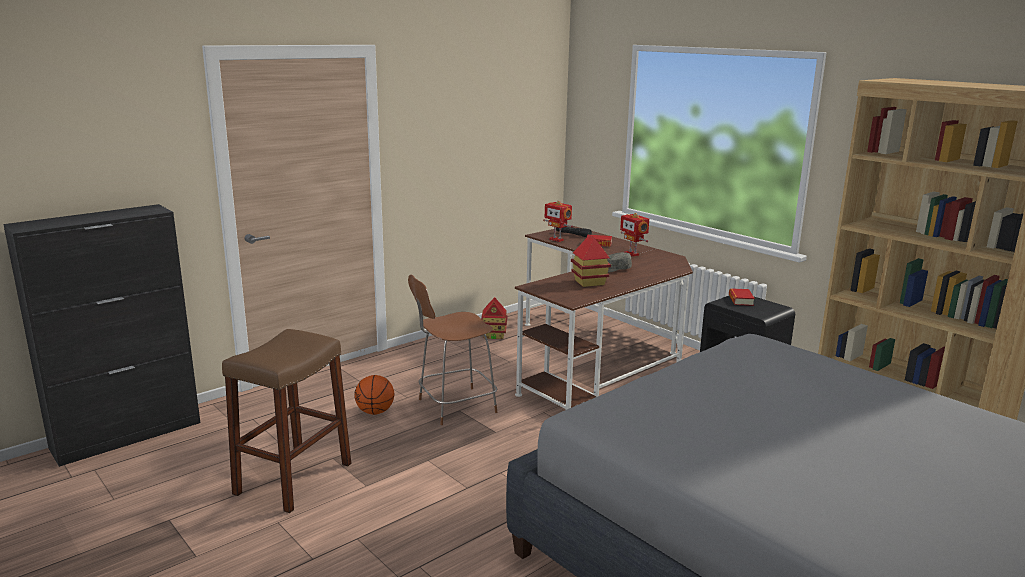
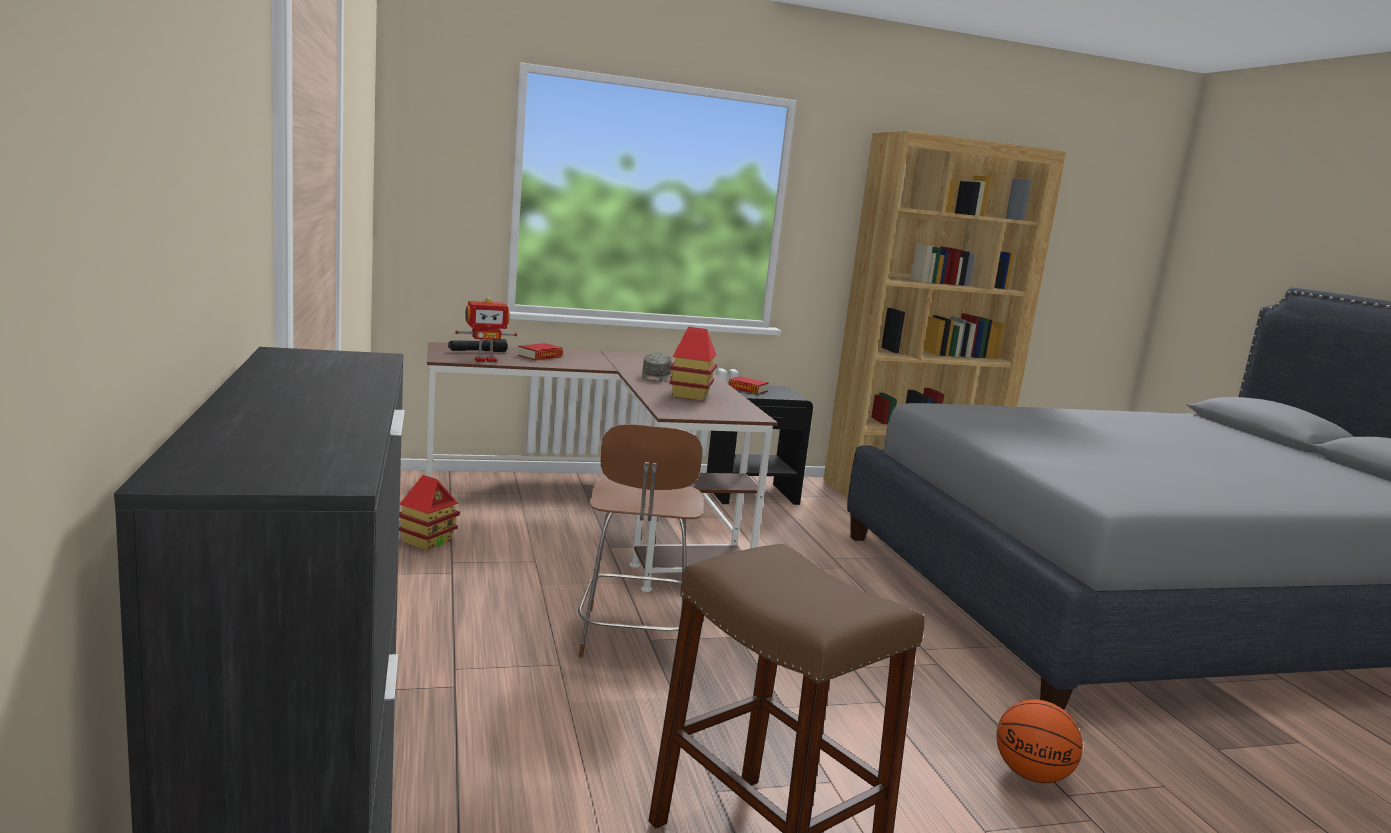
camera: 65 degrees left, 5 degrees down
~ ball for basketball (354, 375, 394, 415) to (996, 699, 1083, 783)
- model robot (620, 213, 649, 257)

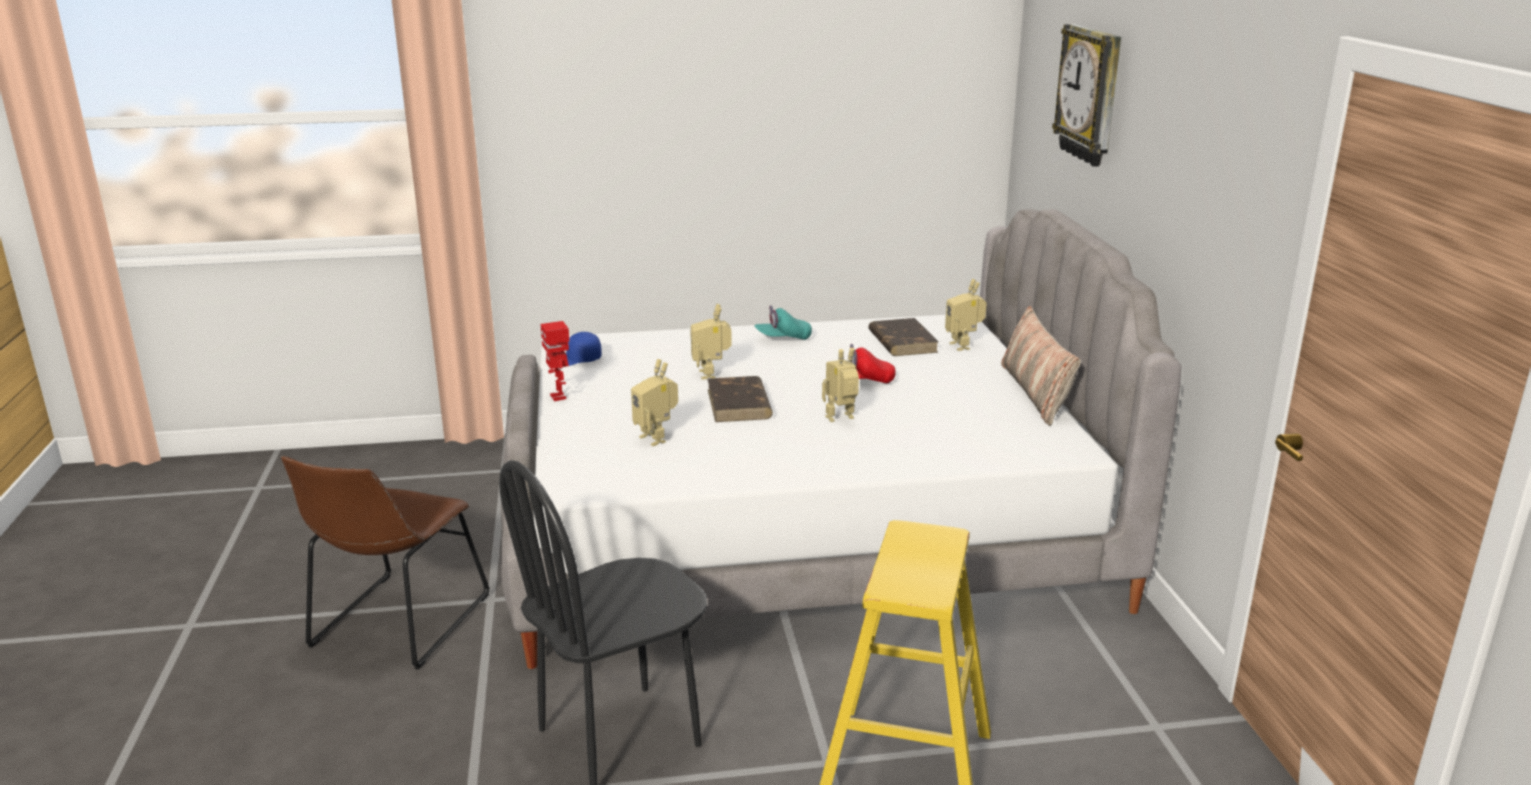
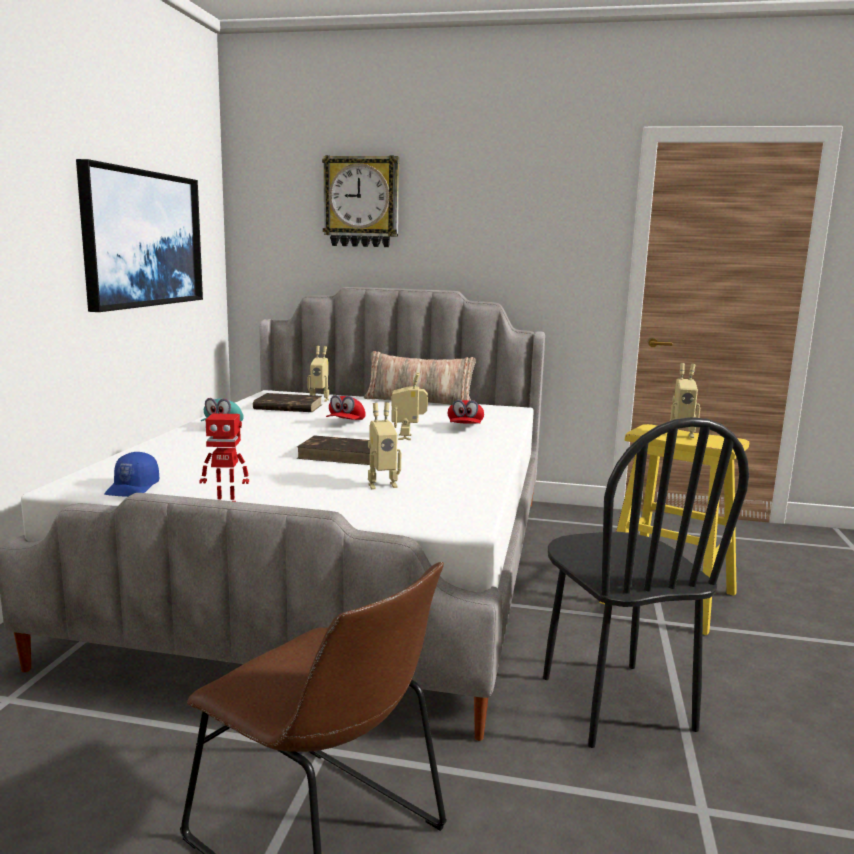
camera: 70 degrees left, 10 degrees down
+ wall picture (76, 159, 203, 312)
+ red baseball cap (448, 400, 484, 424)
~ model robot (691, 304, 731, 379) to (670, 363, 700, 438)

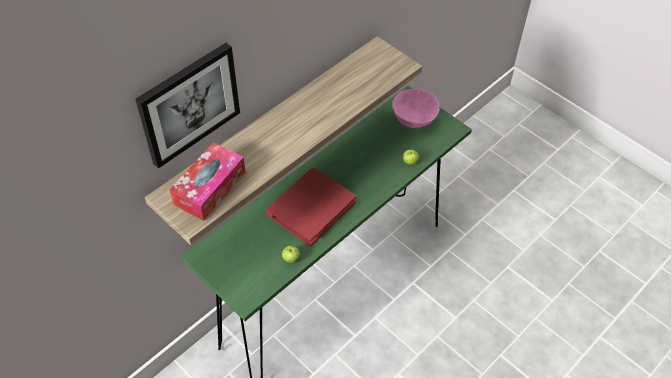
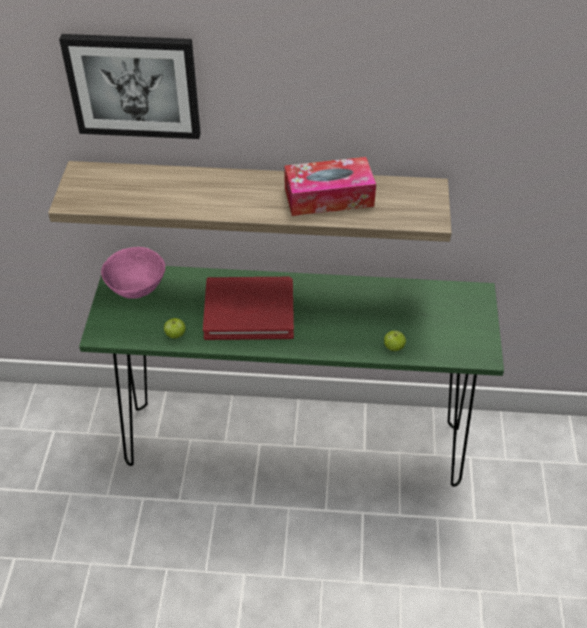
camera: 50 degrees right, 5 degrees down
~ pinkish bowl (392, 89, 440, 128) to (101, 247, 165, 299)
~ tissue holder (170, 142, 245, 221) to (284, 157, 376, 216)

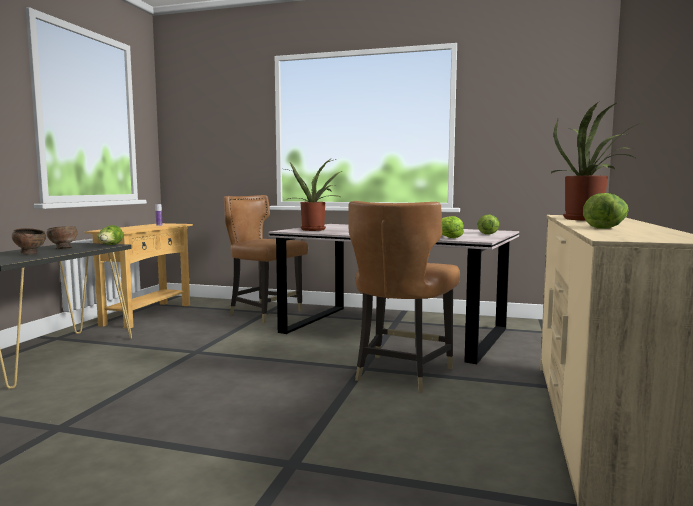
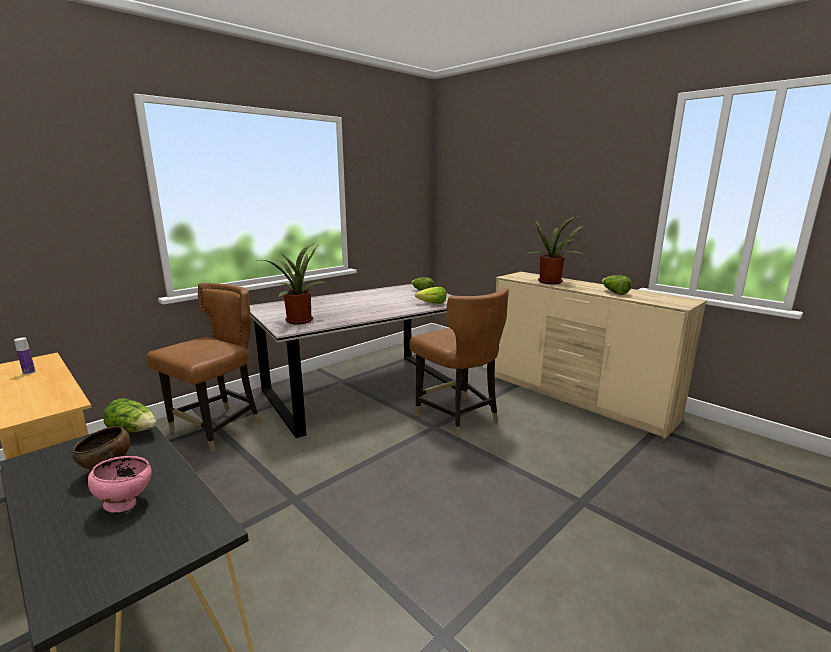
camera: 60 degrees left, 10 degrees up
~ brown bowl (12, 228, 46, 255) to pinkish bowl (88, 456, 152, 513)
~ brown upright chair (224, 195, 308, 323) = (146, 283, 261, 452) 150 degrees clockwise

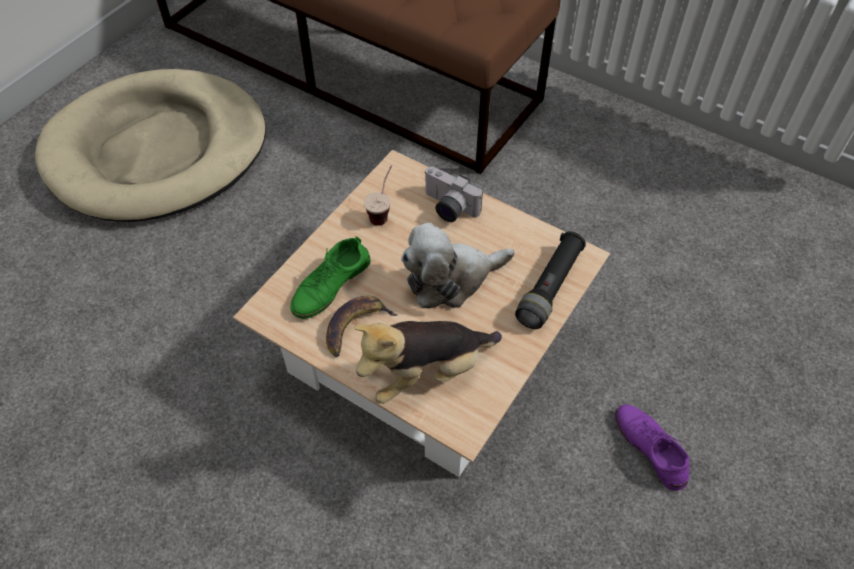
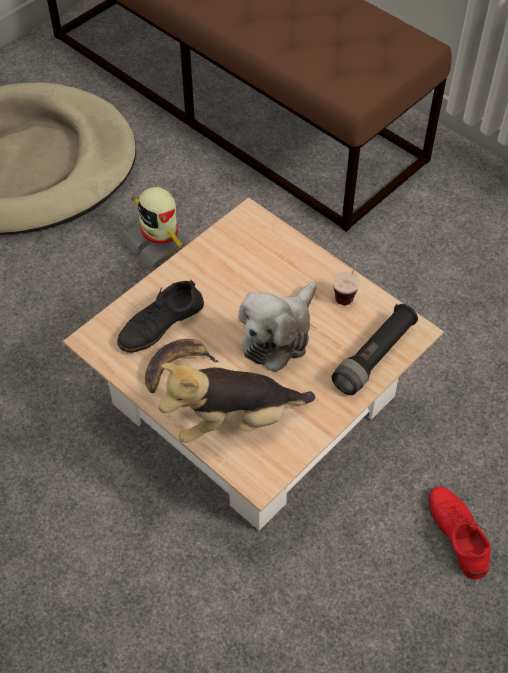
camera: 10 degrees right, 0 degrees up
~ greenish shoe (290, 236, 371, 319) to blackish shoe (117, 279, 204, 353)
+ model robot (122, 187, 191, 272)
~ cuddly toy (401, 223, 515, 308) = (238, 281, 317, 372) 45 degrees counterclockwise
~ cup (364, 166, 392, 226) to (333, 247, 366, 305)
~ purple shoe (615, 404, 689, 491) to red shoe (428, 487, 491, 579)
- photo camera (424, 166, 483, 222)

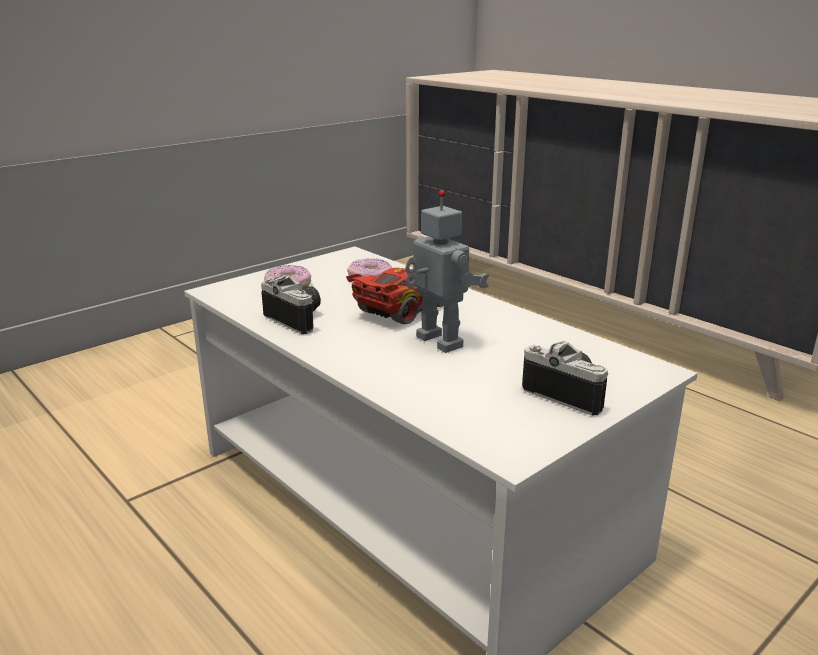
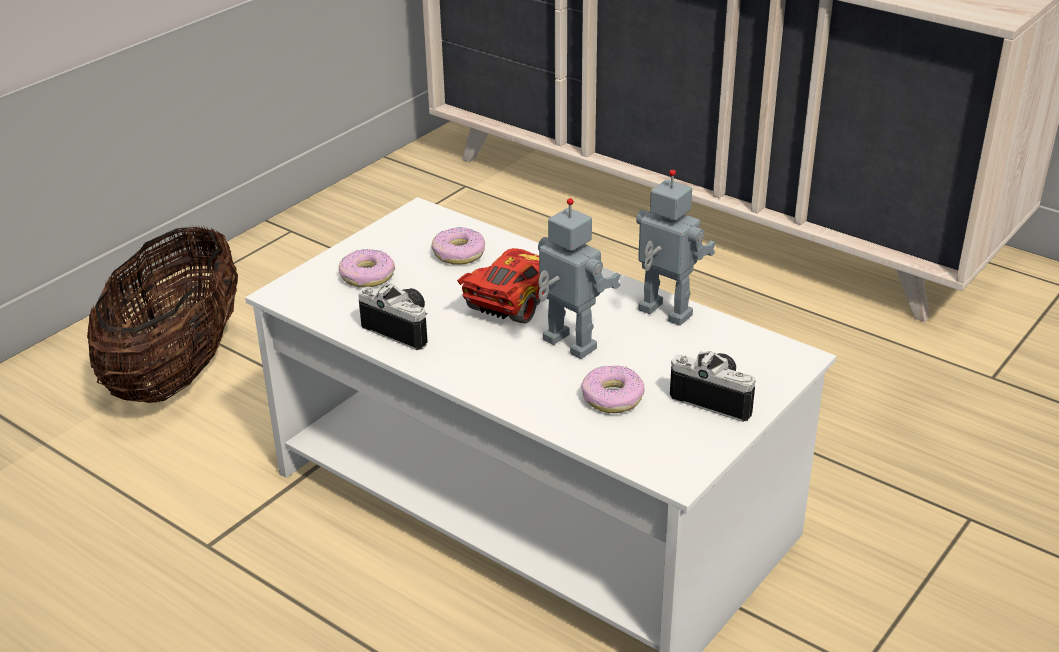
camera: 10 degrees left, 10 degrees up
+ basket (87, 225, 238, 403)
+ ring doughnut (581, 365, 645, 413)
+ model robot (636, 169, 716, 326)

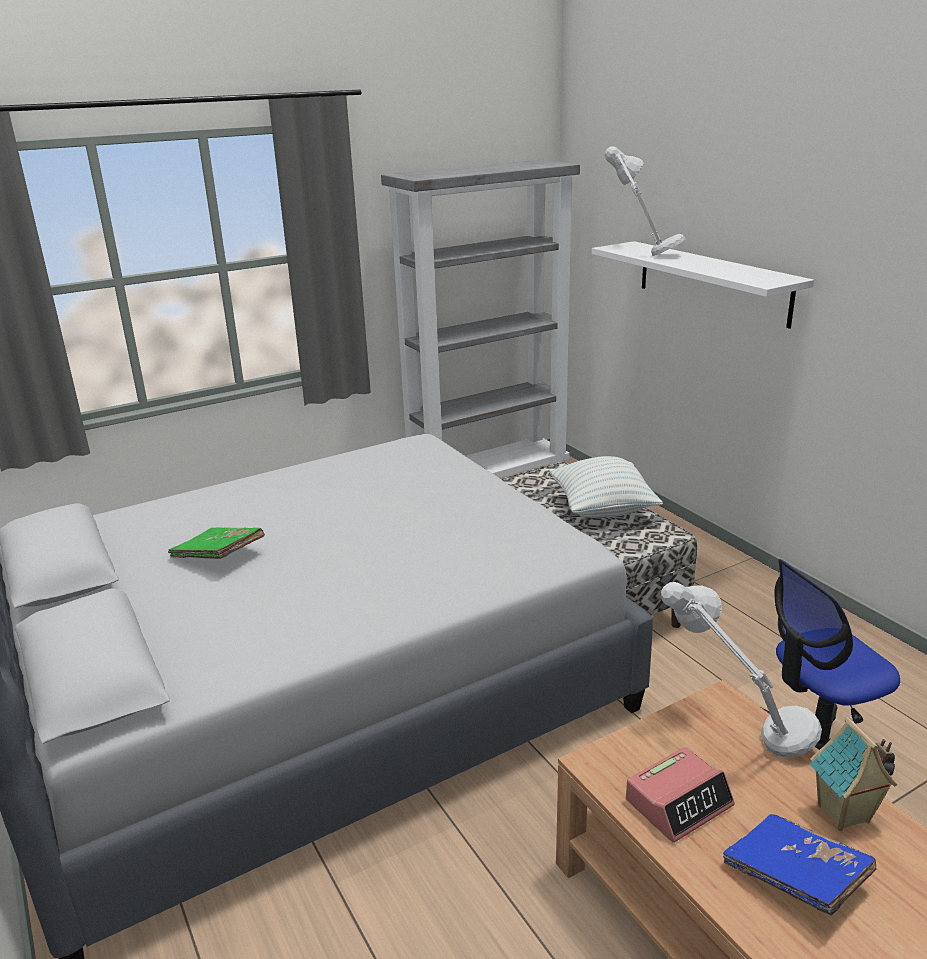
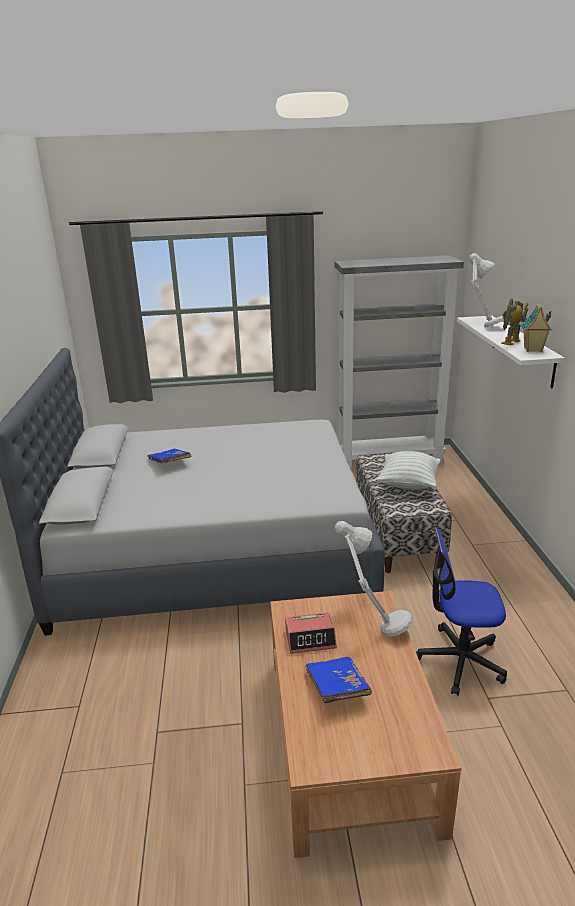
camera: 25 degrees right, 0 degrees up
~ greenish book (168, 528, 265, 559) to blue book (147, 449, 191, 464)
+ model robot (501, 298, 529, 345)
~ model house (810, 717, 897, 831) to (521, 303, 552, 352)

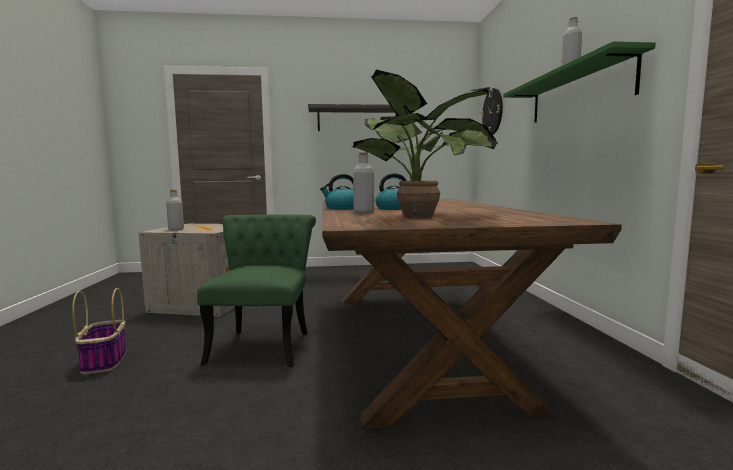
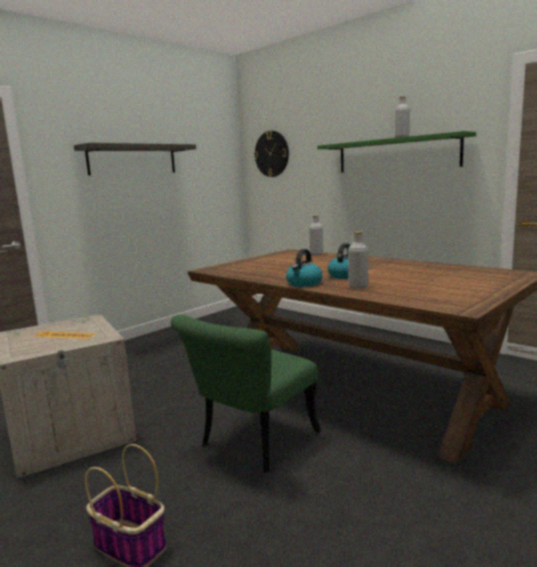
camera: 40 degrees left, 5 degrees up
~ greenish upright chair (197, 214, 316, 367) = (171, 315, 321, 472) 105 degrees counterclockwise
~ gray bottle (166, 190, 184, 231) to (309, 215, 323, 255)
- plant in a pot (351, 69, 498, 219)

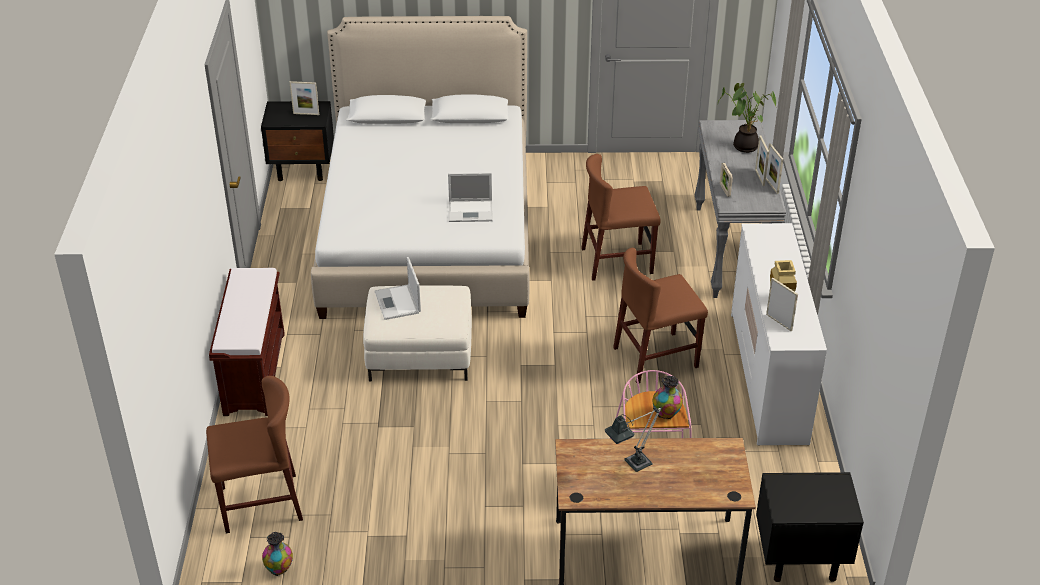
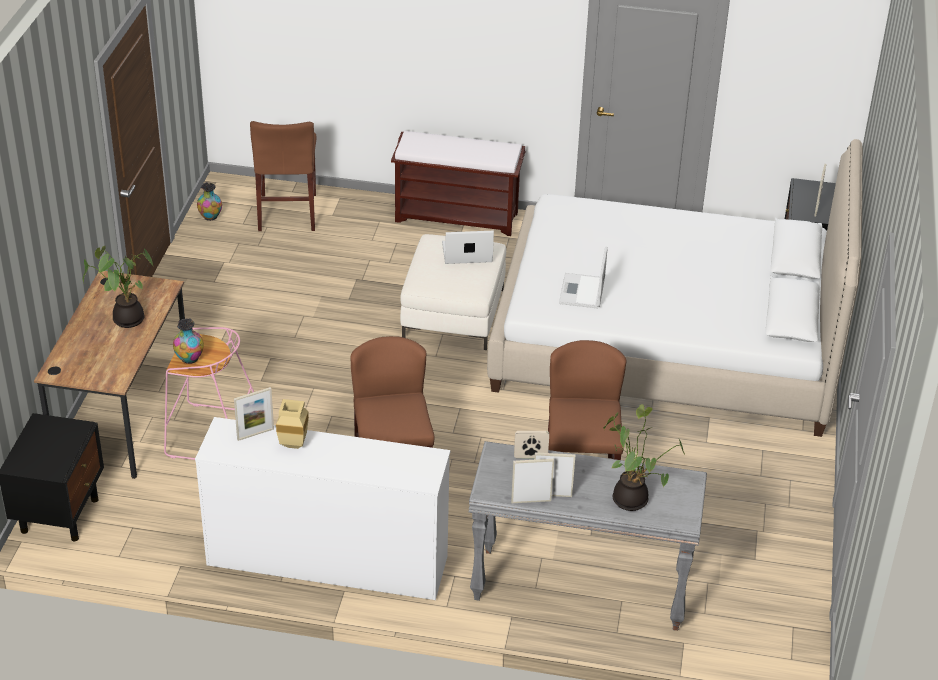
camera: 100 degrees right, 0 degrees up
~ lamp for a table (605, 407, 662, 472) to plant in a pot (83, 246, 154, 328)

